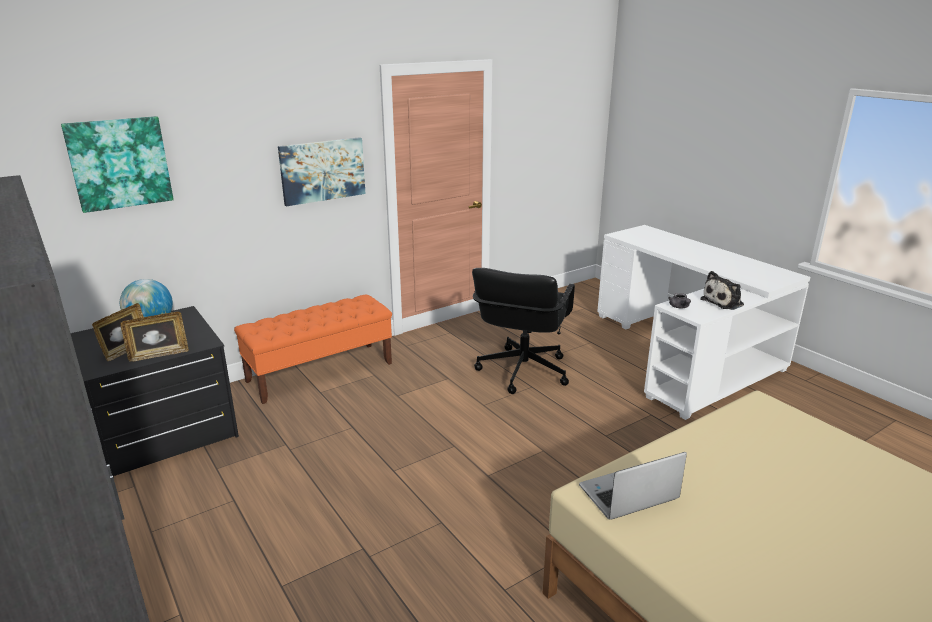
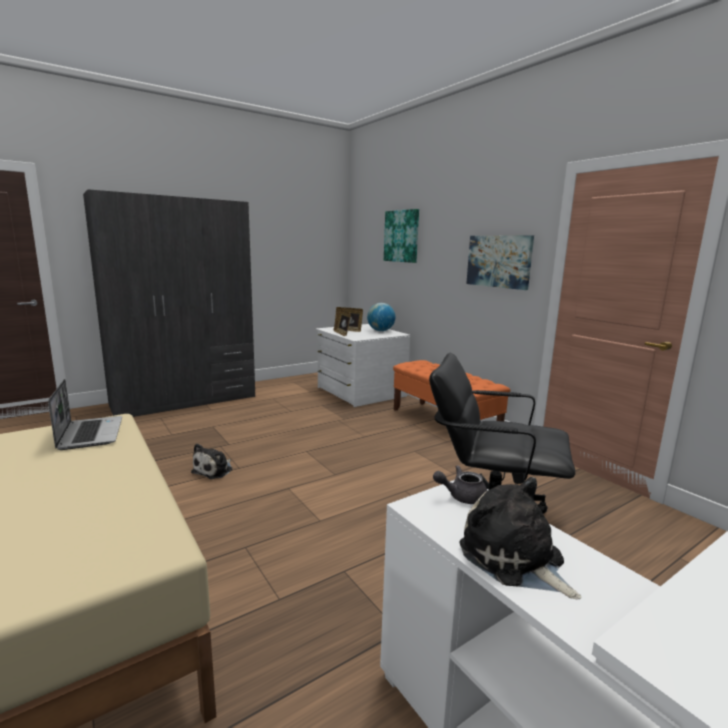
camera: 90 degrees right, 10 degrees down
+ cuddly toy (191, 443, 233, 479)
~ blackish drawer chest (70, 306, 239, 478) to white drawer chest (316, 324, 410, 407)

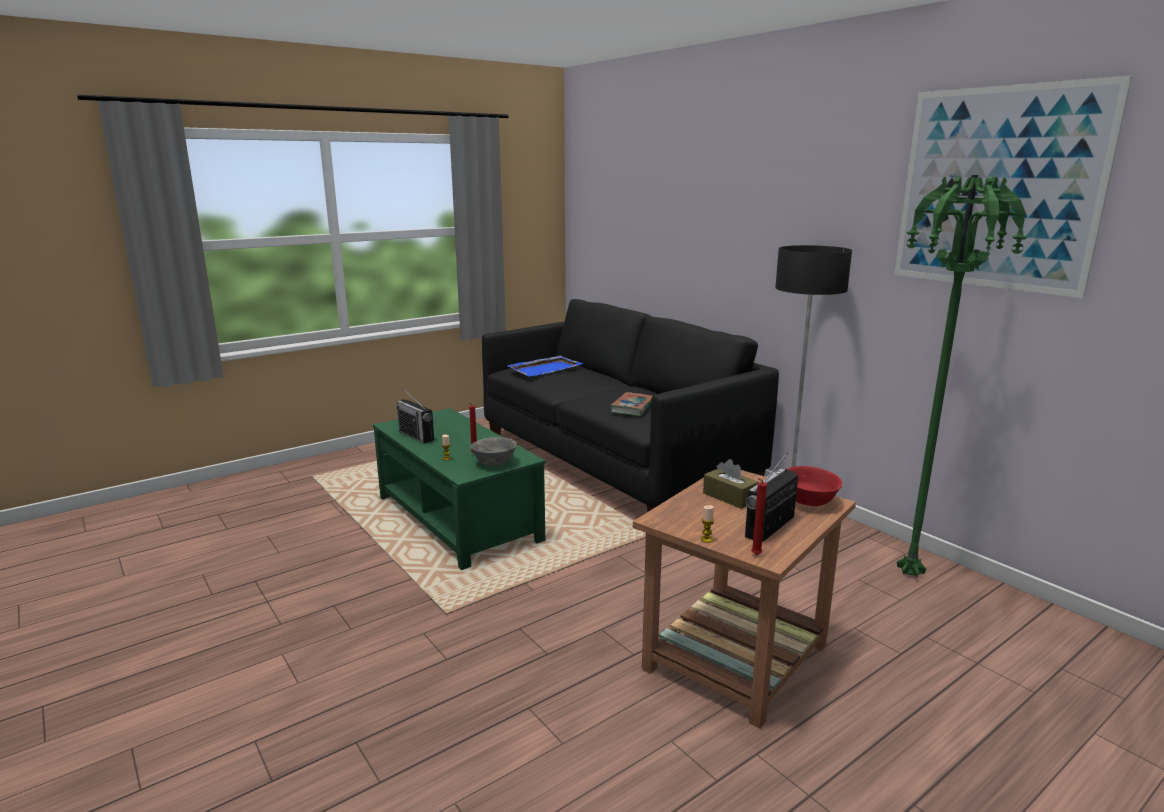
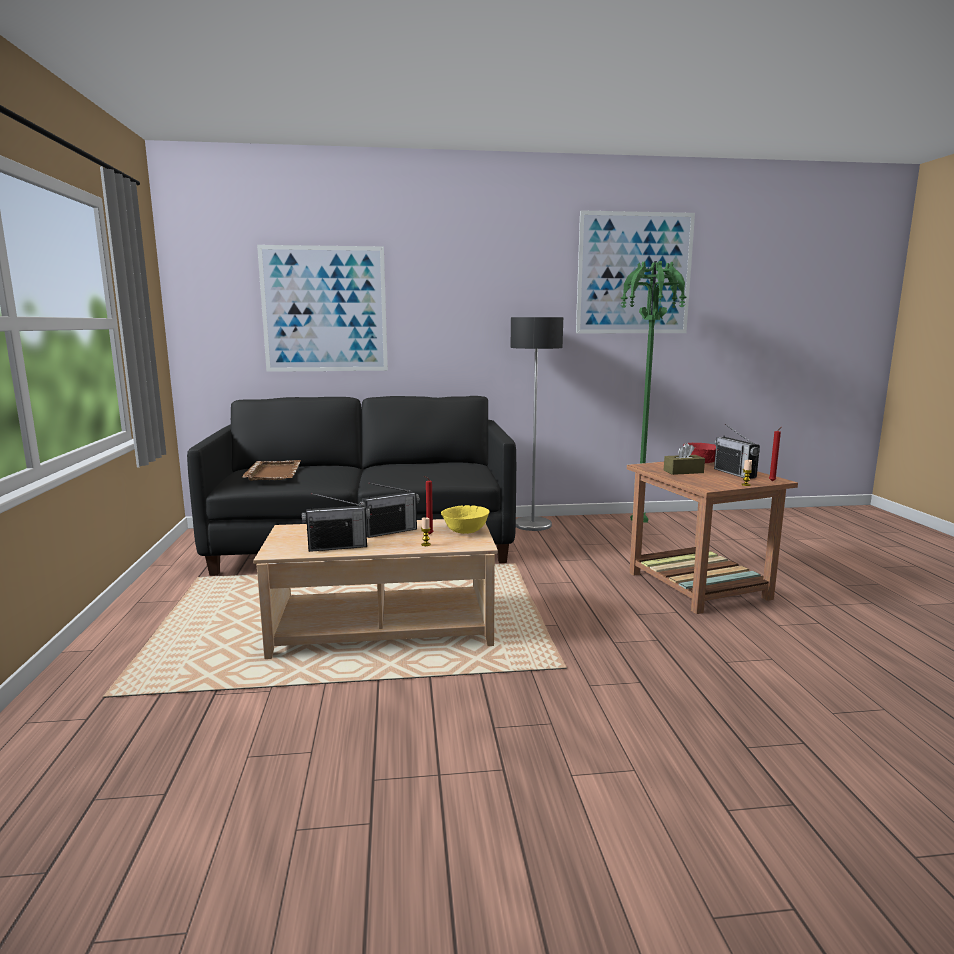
camera: 60 degrees left, 5 degrees down
~ blue tray (508, 356, 583, 376) to brown tray (242, 460, 301, 481)
~ greenish coffee table (373, 408, 546, 570) to beige coffee table (253, 519, 498, 659)
+ wall picture (257, 245, 388, 372)
+ radio set (359, 483, 420, 538)
~ gray bowl (471, 437, 517, 466) to yellow-coloured bowl (441, 505, 490, 534)
- book (610, 392, 652, 416)

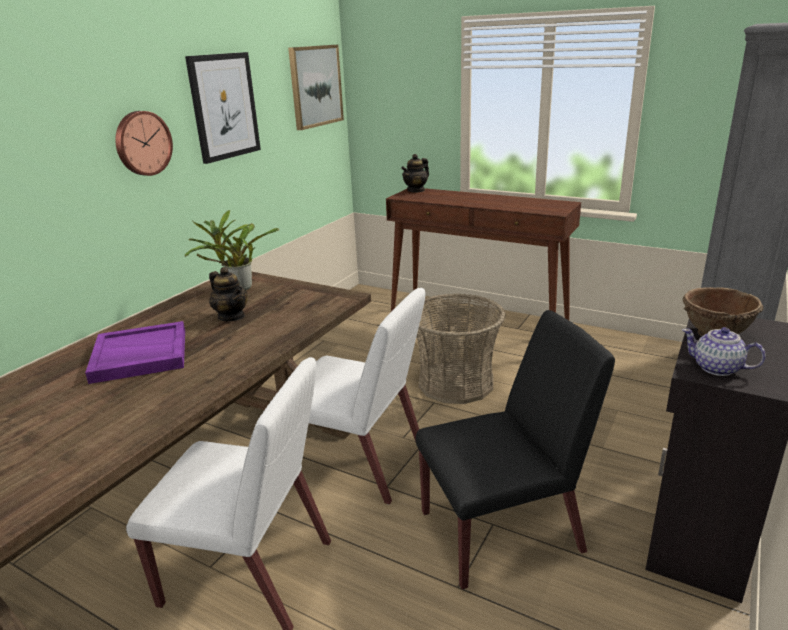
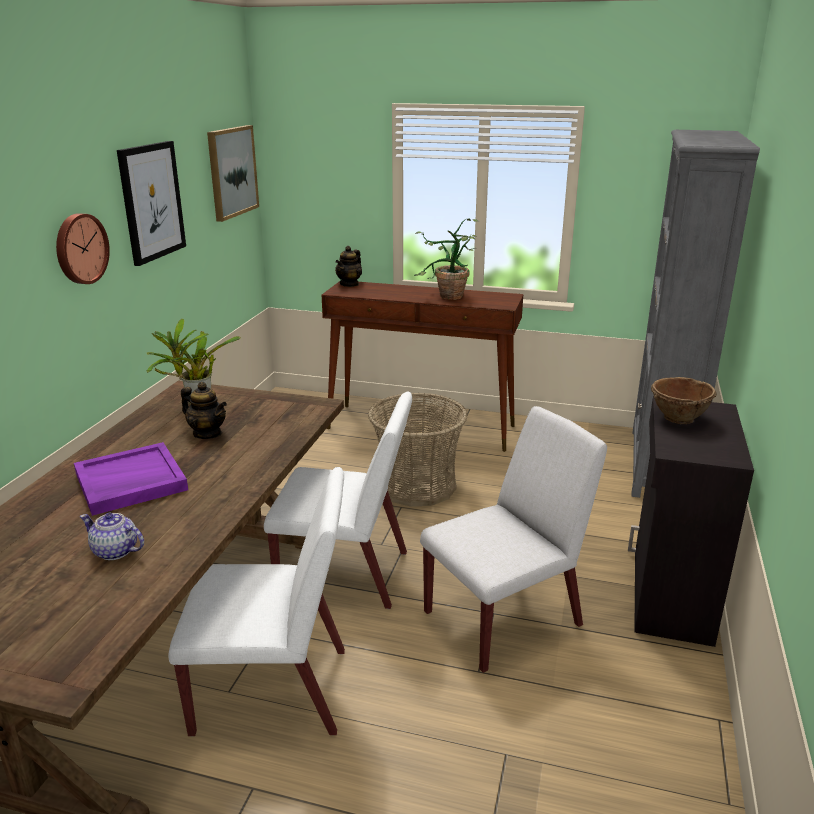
camera: 15 degrees left, 0 degrees up
~ tea pot (682, 327, 766, 376) to (80, 513, 144, 560)
+ plant in a pot (414, 218, 479, 300)
~ blackish upright chair (416, 310, 615, 589) to white upright chair (420, 406, 607, 673)

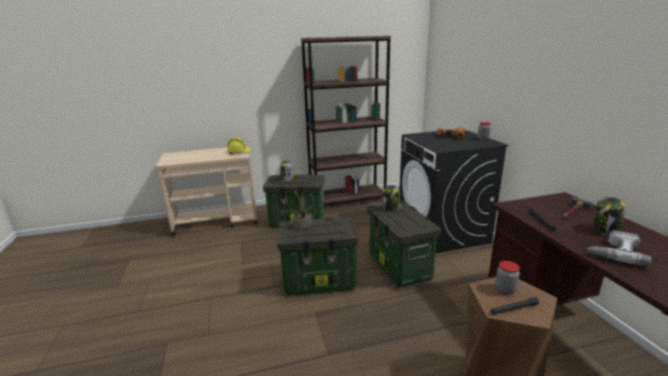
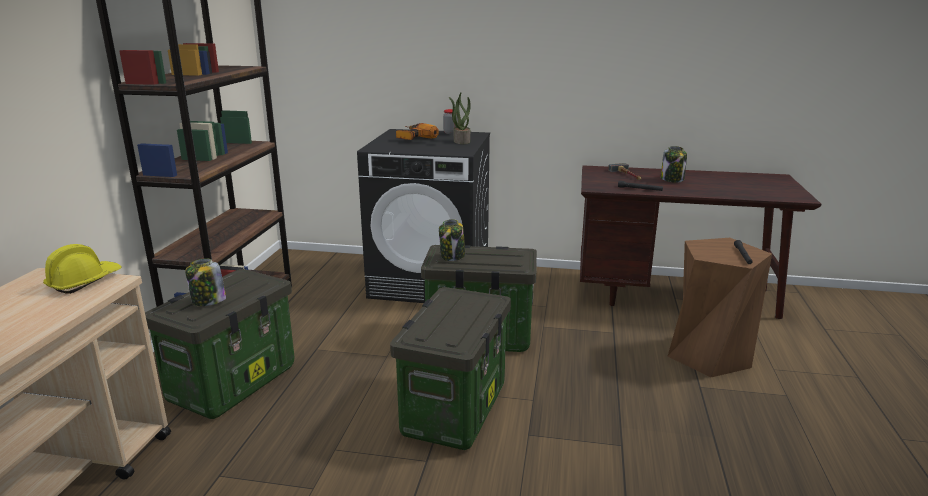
camera: 65 degrees left, 0 degrees up
~ plant in a pot (290, 190, 314, 230) to (448, 93, 471, 144)
- jar (495, 261, 520, 295)
- drill (587, 231, 652, 266)

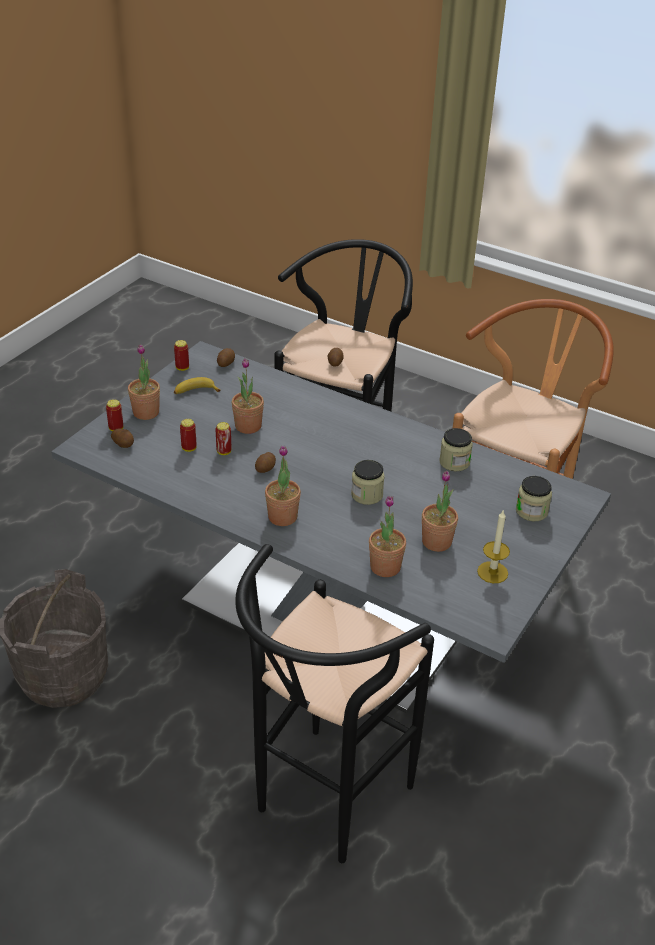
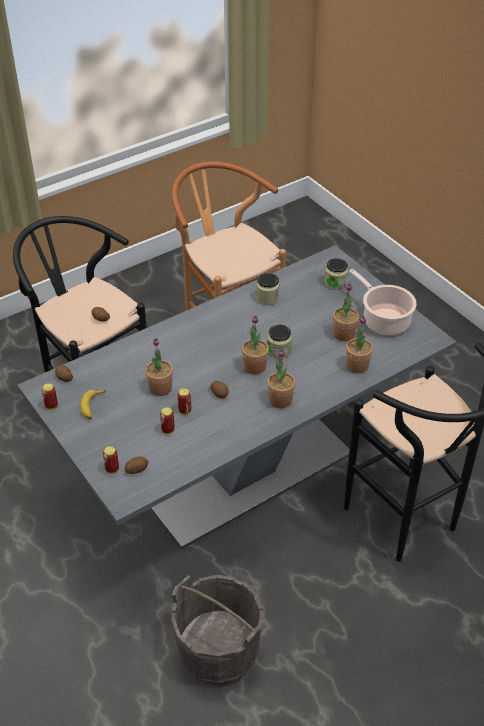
camera: 65 degrees left, 5 degrees up
~ plant in a pot (128, 345, 160, 420) to (242, 315, 269, 374)
~ wax light (477, 509, 510, 583) to stockpot (349, 269, 417, 335)

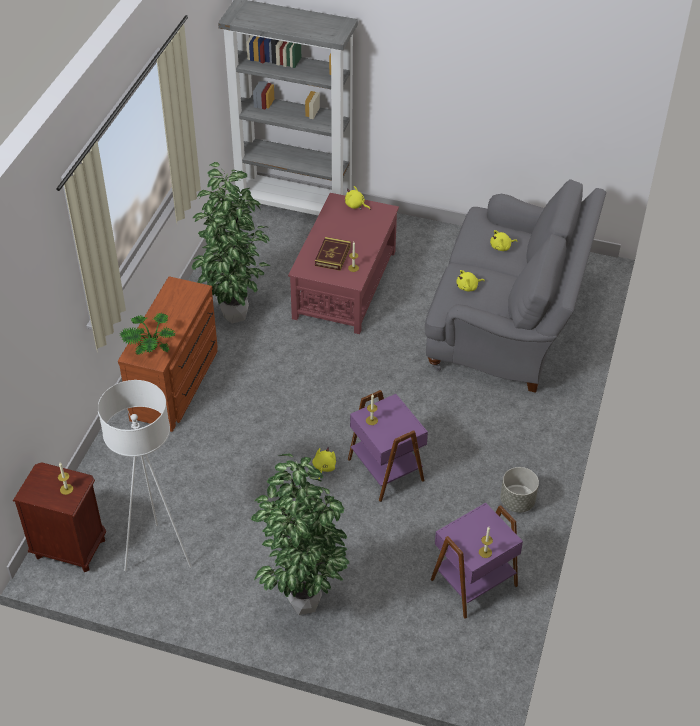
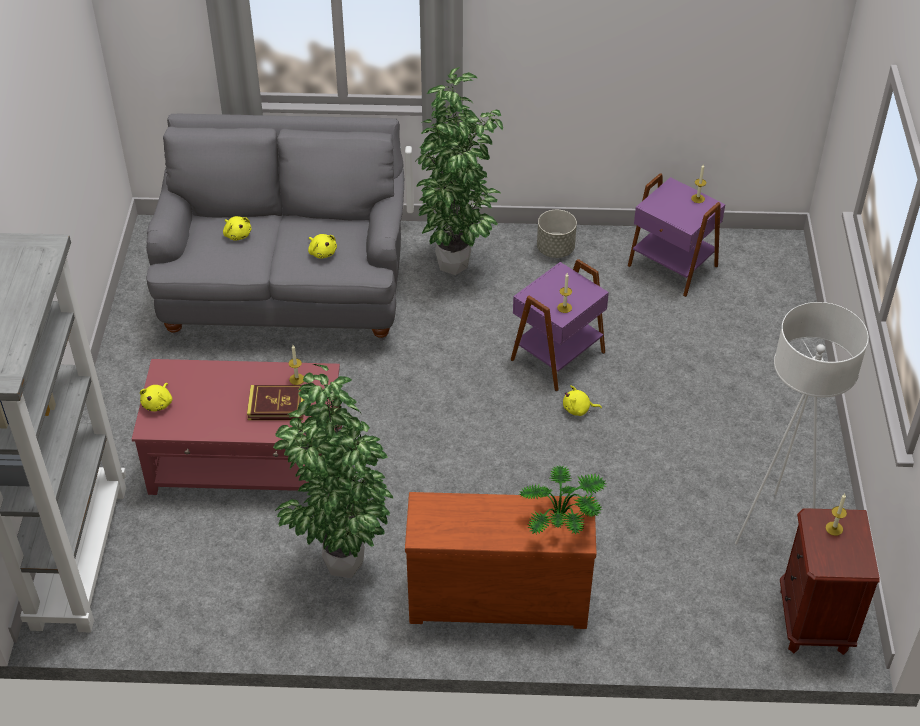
camera: 105 degrees left, 0 degrees up
~ plant in a pot (251, 453, 349, 615) to (416, 67, 503, 275)

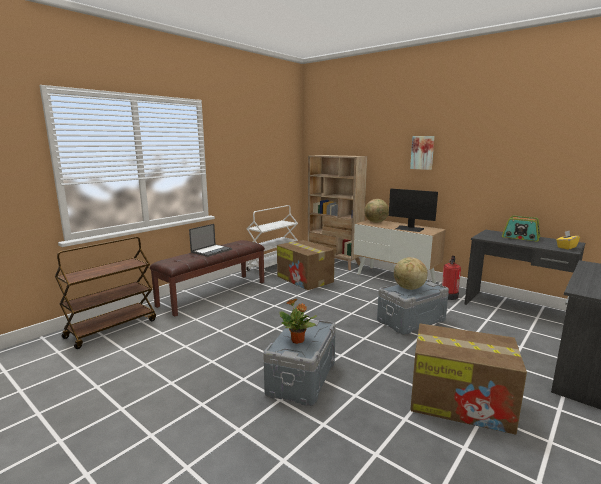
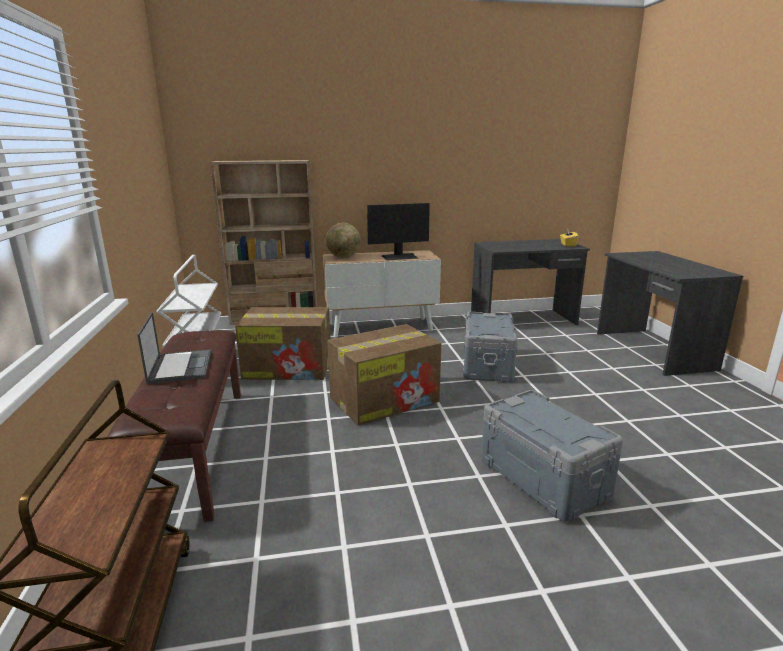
camera: 50 degrees left, 5 degrees up
~ cardboard box (410, 324, 527, 435) to (327, 324, 441, 425)
- plant in a pot (279, 299, 317, 344)
- globe (394, 257, 427, 290)
- wall picture (410, 136, 435, 170)
- extinguisher (442, 256, 461, 300)
- radio set (502, 216, 540, 241)

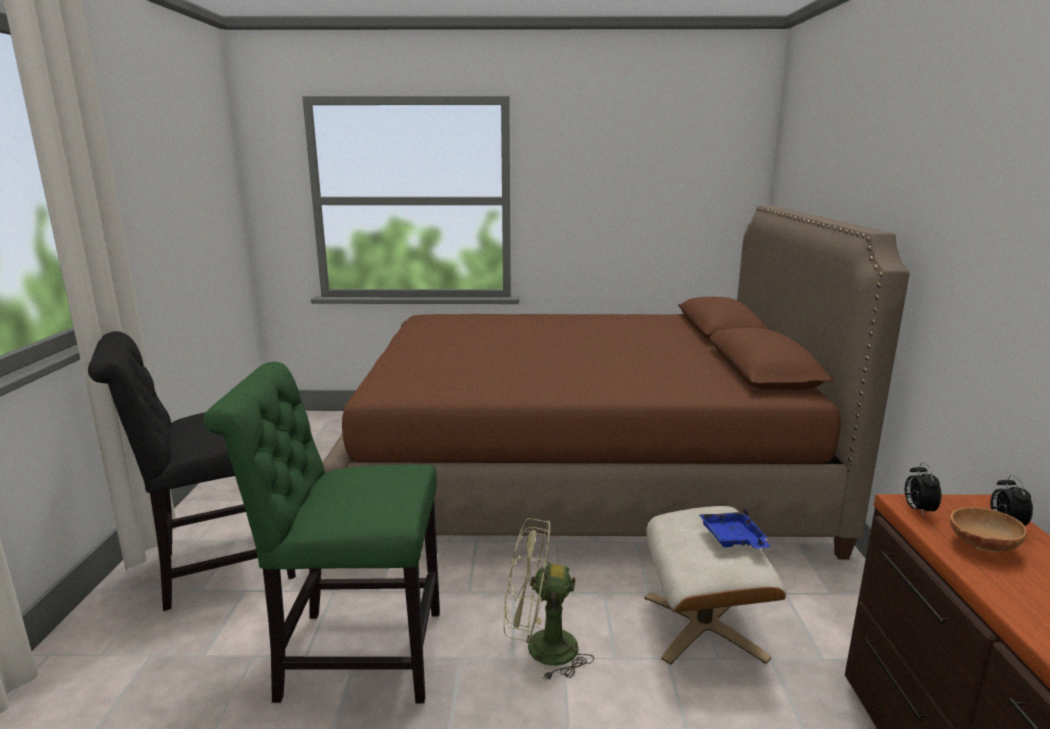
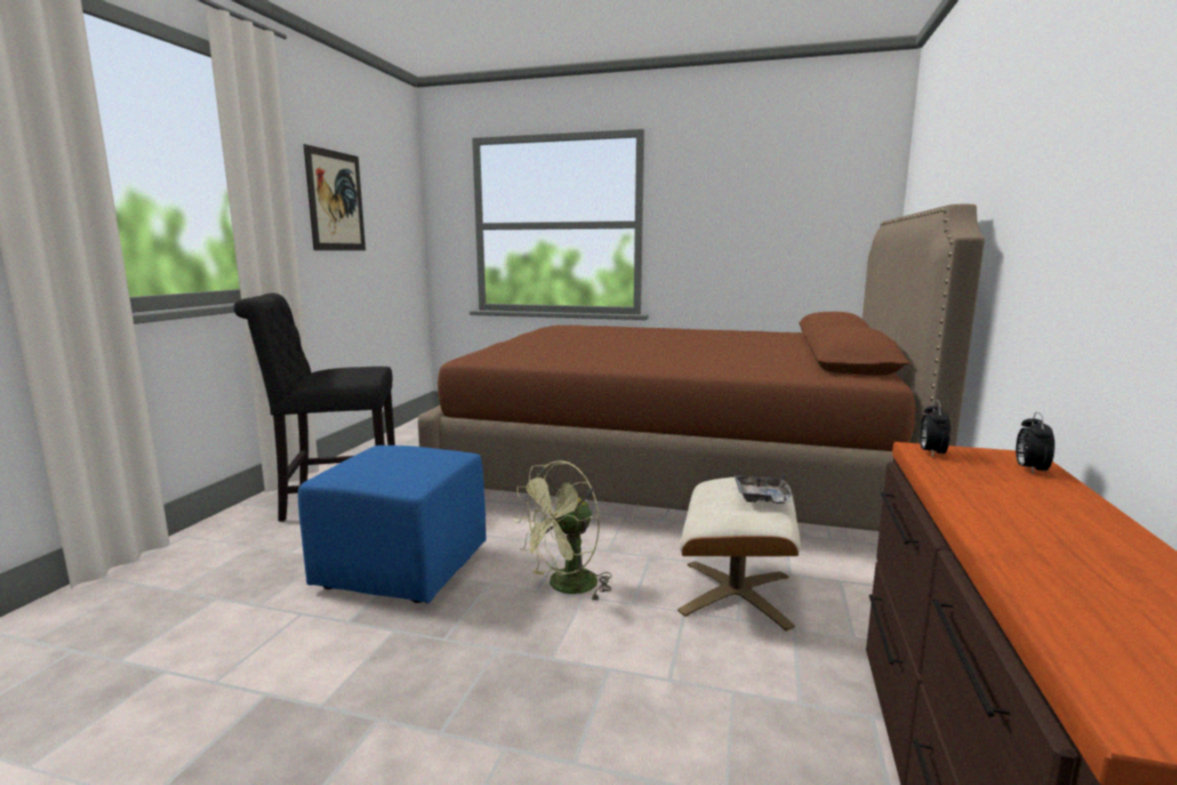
camera: 15 degrees right, 5 degrees down
~ greenish upright chair (204, 362, 440, 703) to blue ottoman (298, 445, 486, 604)
+ wall picture (303, 144, 366, 251)
~ greenish fan (504, 518, 594, 681) = (513, 461, 612, 600) 60 degrees counterclockwise
~ blue tray (699, 508, 771, 548) to gray tray (734, 474, 793, 504)
- brown bowl (950, 507, 1027, 553)

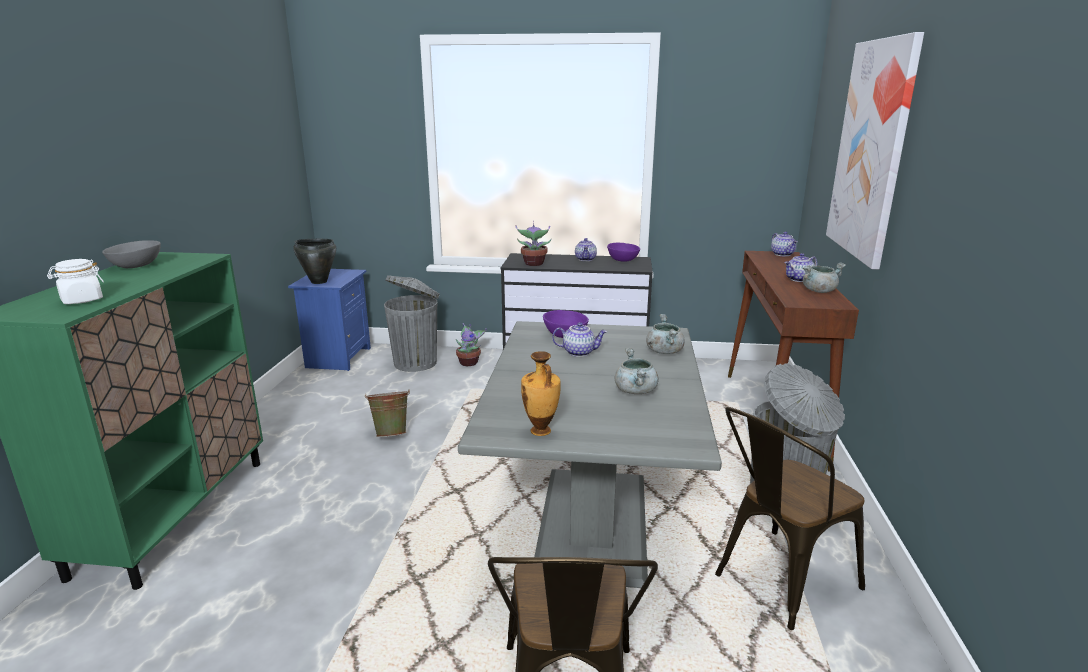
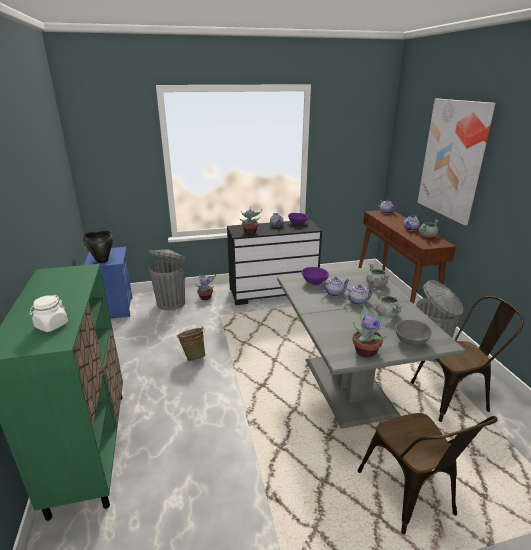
camera: 20 degrees left, 5 degrees up
+ tea pot (342, 284, 375, 305)
~ vase (521, 351, 561, 436) to plant in a pot (352, 303, 395, 358)
~ gray bowl (102, 240, 161, 268) to (395, 320, 432, 346)
~ brown upright chair (715, 407, 865, 630) = (410, 296, 524, 422) 135 degrees counterclockwise

